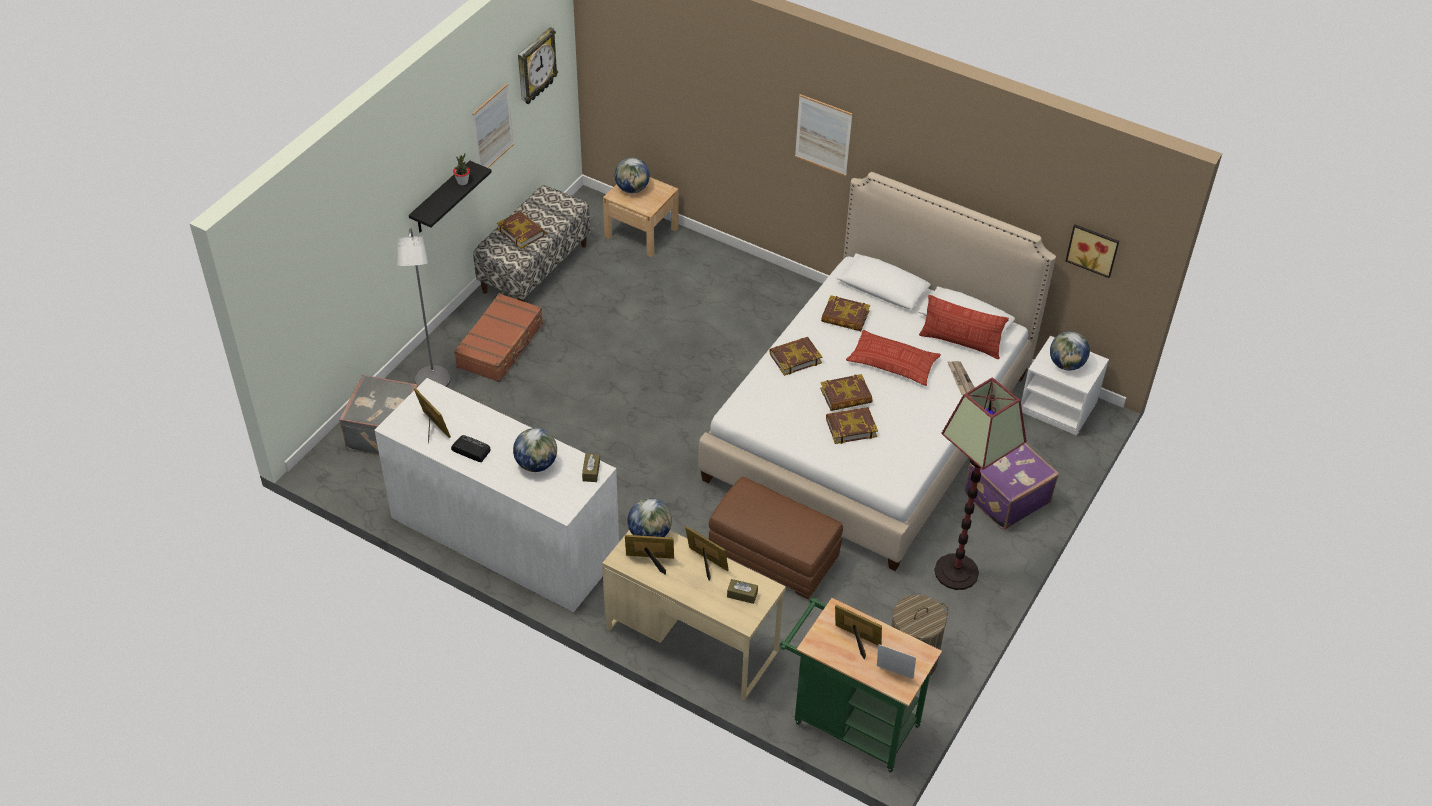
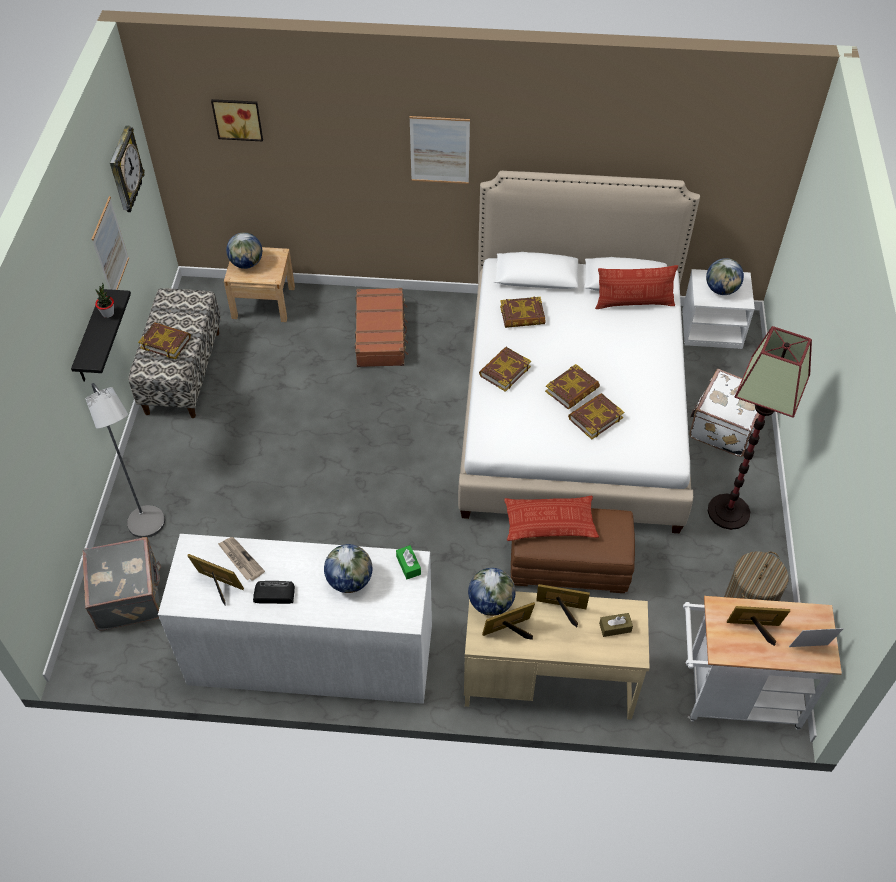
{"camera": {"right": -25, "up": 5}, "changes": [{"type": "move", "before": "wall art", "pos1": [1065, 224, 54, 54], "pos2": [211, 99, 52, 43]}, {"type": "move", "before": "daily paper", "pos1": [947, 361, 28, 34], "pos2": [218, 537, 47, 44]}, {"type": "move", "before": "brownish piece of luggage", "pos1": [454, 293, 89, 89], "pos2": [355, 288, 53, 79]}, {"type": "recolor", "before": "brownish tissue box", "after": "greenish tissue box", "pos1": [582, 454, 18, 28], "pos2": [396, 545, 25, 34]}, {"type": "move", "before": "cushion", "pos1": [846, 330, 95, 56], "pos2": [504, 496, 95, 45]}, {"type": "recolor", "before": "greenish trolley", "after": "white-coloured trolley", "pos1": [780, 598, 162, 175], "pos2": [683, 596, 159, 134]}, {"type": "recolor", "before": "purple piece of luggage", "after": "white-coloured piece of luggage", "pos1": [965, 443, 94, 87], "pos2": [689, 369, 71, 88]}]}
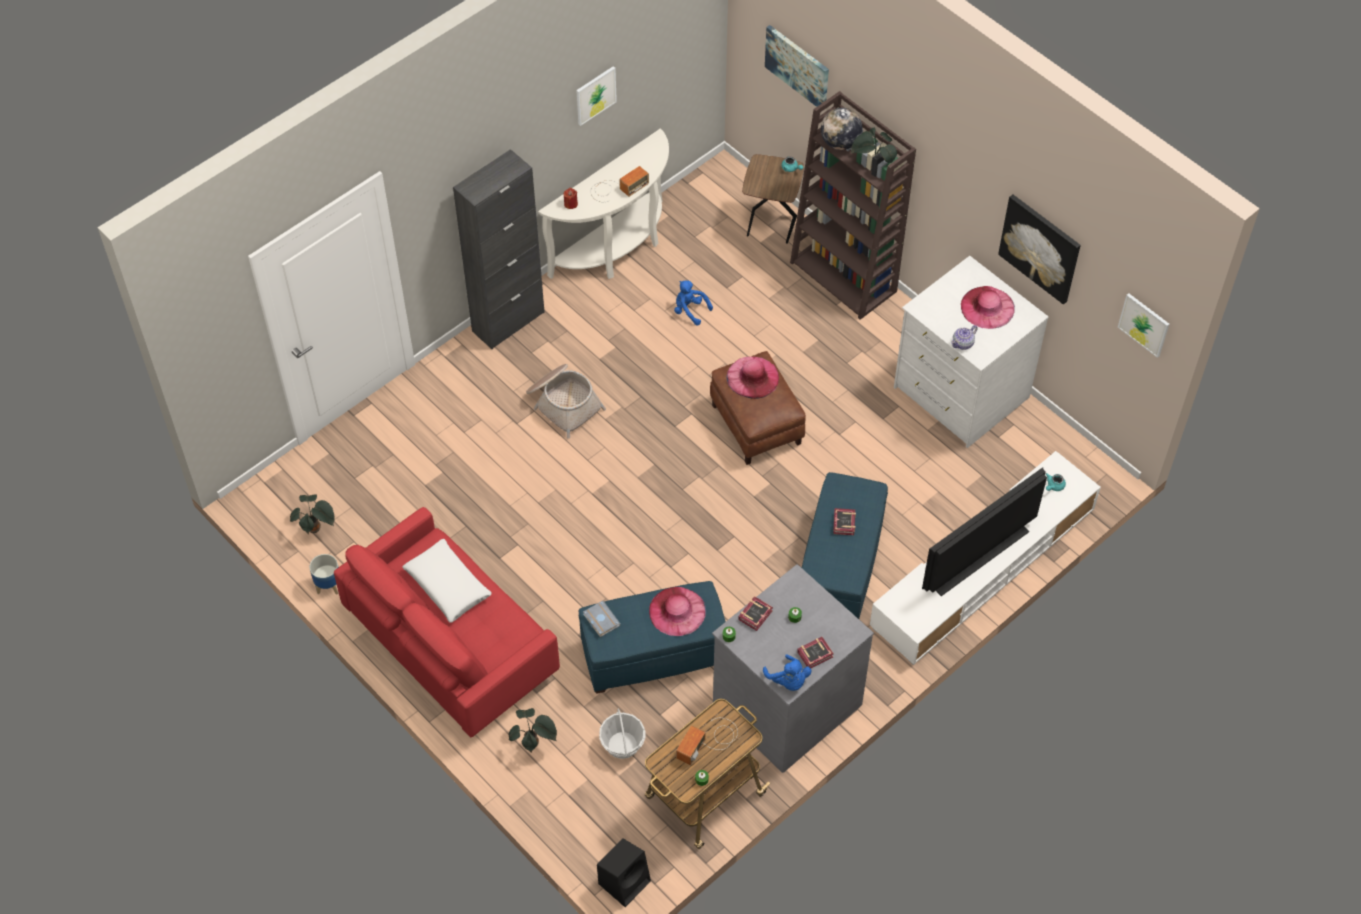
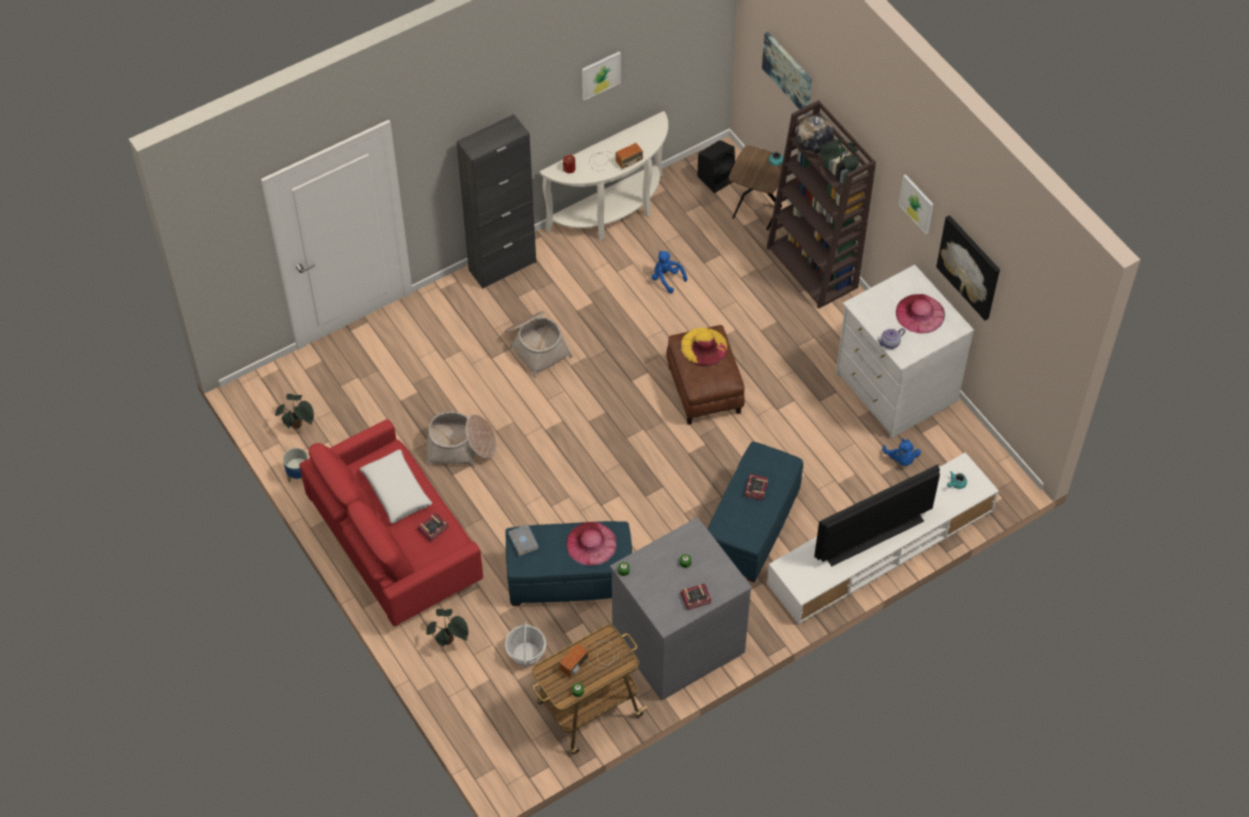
{"camera": {"right": 10, "up": 0}, "changes": [{"type": "move", "before": "bound book", "pos1": [738, 596, 35, 35], "pos2": [418, 513, 31, 28]}, {"type": "insert", "after": "household basket", "pos2": [426, 412, 70, 55]}, {"type": "recolor", "before": "pink wearable hat", "after": "yellow wearable hat", "pos1": [726, 357, 53, 42], "pos2": [680, 328, 48, 38]}, {"type": "move", "before": "black-coloured loudspeaker", "pos1": [597, 839, 54, 68], "pos2": [697, 140, 38, 53]}, {"type": "move", "before": "bluish soft toy", "pos1": [763, 654, 49, 37], "pos2": [882, 439, 39, 27]}, {"type": "move", "before": "wall art", "pos1": [1118, 293, 51, 65], "pos2": [899, 174, 34, 60]}]}
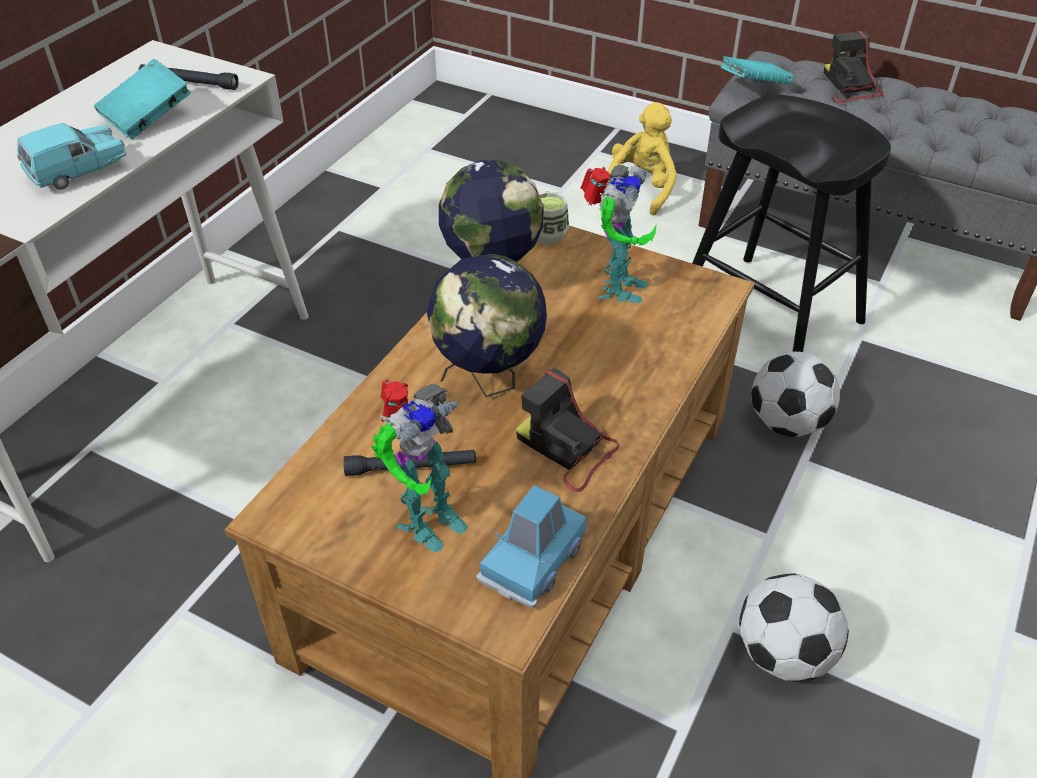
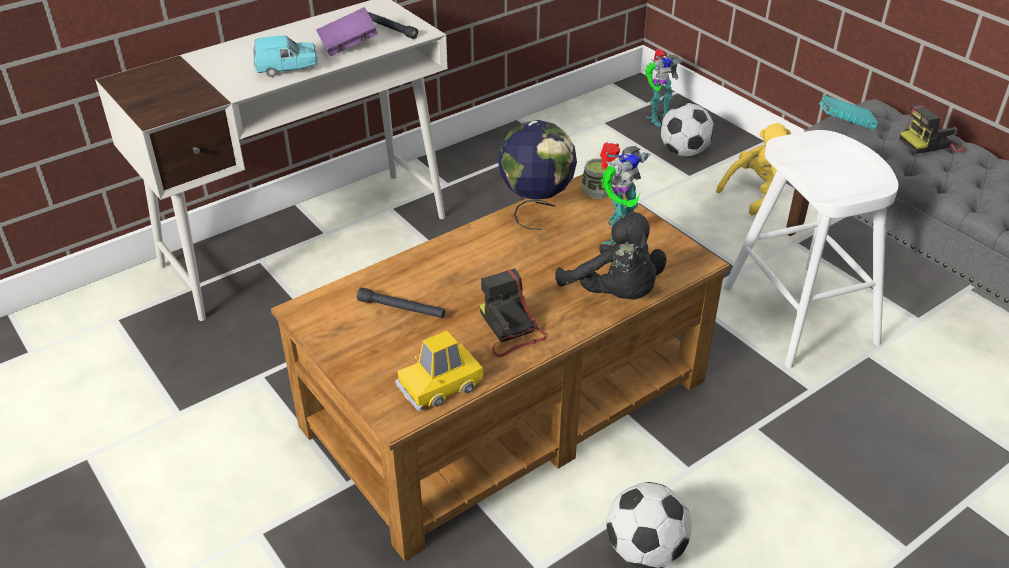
{"camera": {"right": 25, "up": -5}, "changes": [{"type": "recolor", "before": "turquoise bound book", "after": "purple bound book", "pos1": [94, 59, 97, 80], "pos2": [316, 7, 62, 49]}, {"type": "recolor", "before": "bluish model car", "after": "yellow model car", "pos1": [476, 485, 111, 123], "pos2": [395, 331, 88, 80]}, {"type": "insert", "after": "black-coloured soft toy", "pos2": [555, 211, 112, 89]}, {"type": "move", "before": "robot figure", "pos1": [371, 379, 97, 173], "pos2": [645, 49, 37, 77]}, {"type": "move", "before": "football", "pos1": [751, 351, 89, 86], "pos2": [660, 103, 54, 54]}, {"type": "recolor", "before": "black-coloured stool", "after": "white-coloured stool", "pos1": [692, 95, 199, 257], "pos2": [724, 130, 174, 238]}, {"type": "rotate", "before": "photo camera", "pos1": [824, 31, 59, 72], "pos2": [899, 105, 67, 49], "turn": -120}, {"type": "delete", "before": "world globe", "pos1": [427, 254, 120, 143]}]}
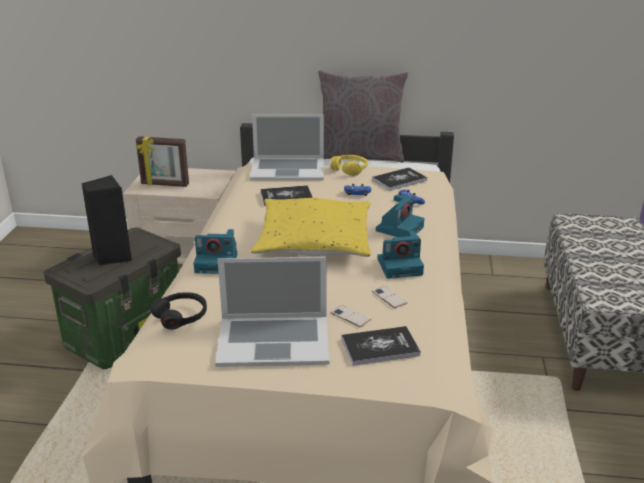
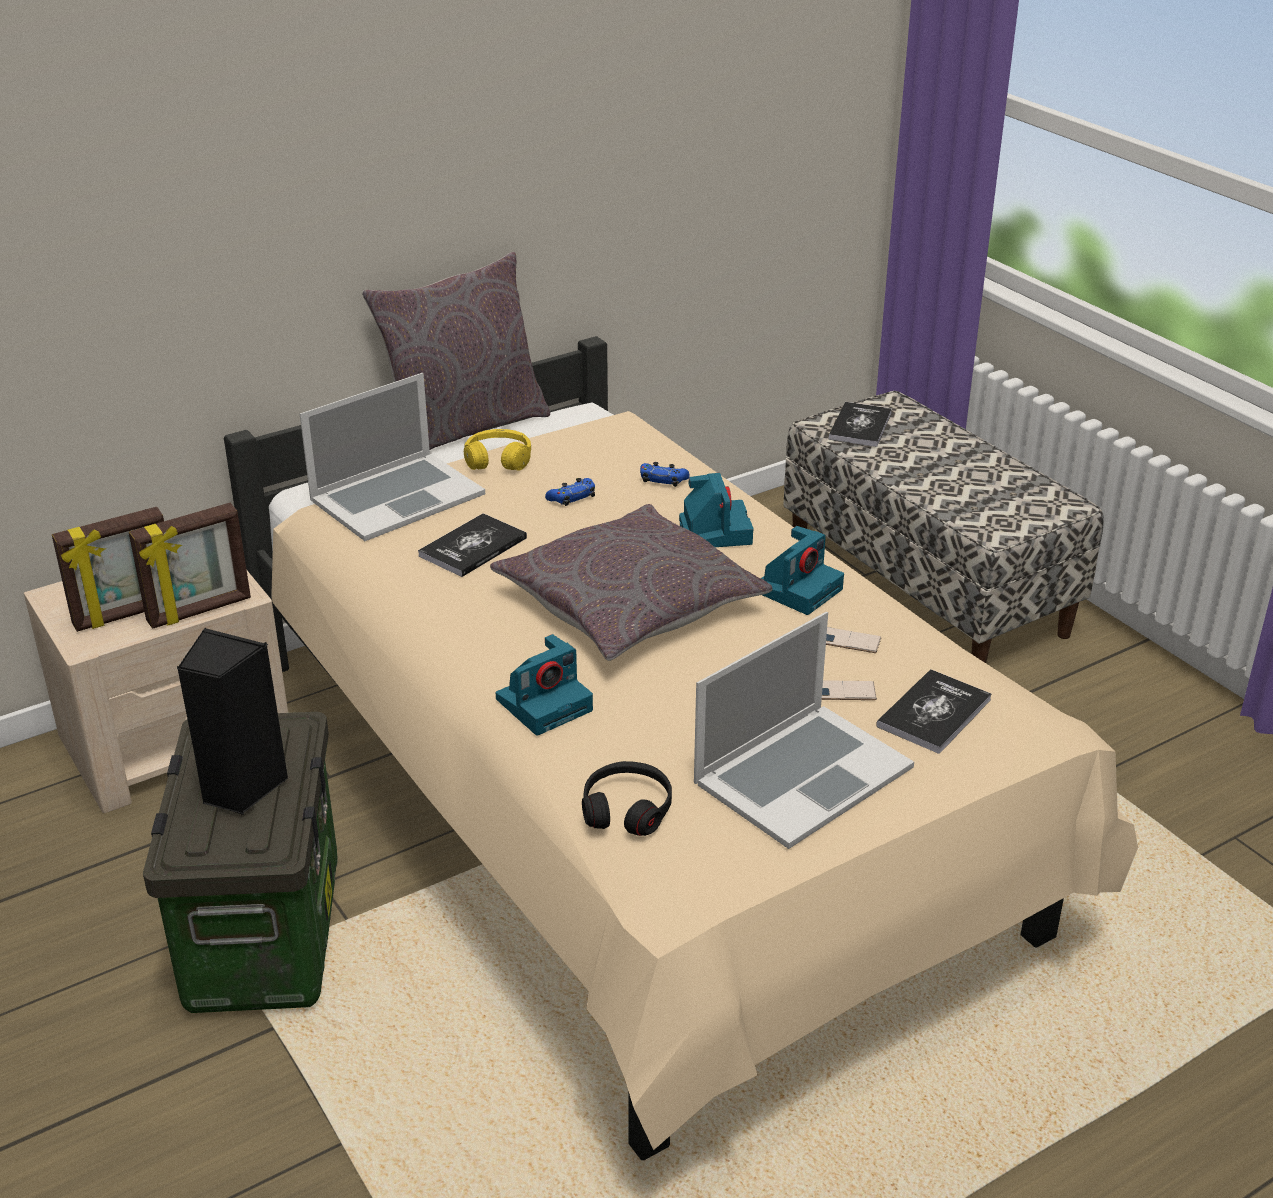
{"camera": {"right": -40, "up": 5}, "changes": [{"type": "insert", "after": "photo frame", "pos2": [129, 503, 122, 126]}, {"type": "recolor", "before": "yellow cushion", "after": "grey cushion", "pos1": [251, 198, 120, 59], "pos2": [490, 504, 283, 157]}, {"type": "move", "before": "bound book", "pos1": [372, 168, 55, 23], "pos2": [828, 402, 64, 45]}]}
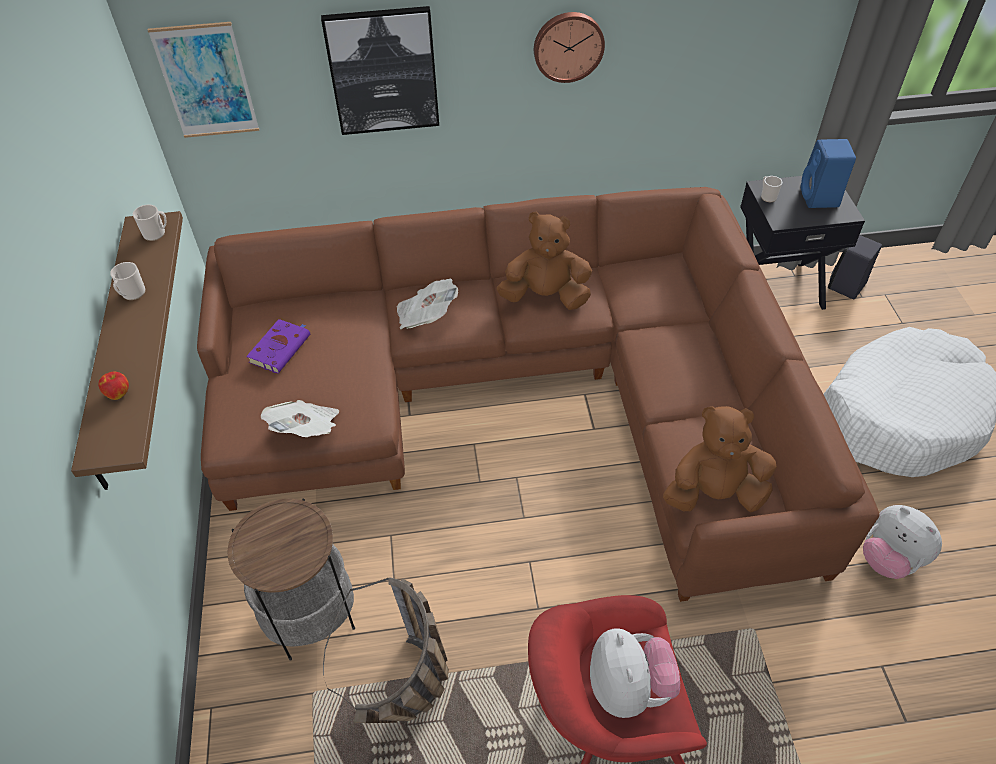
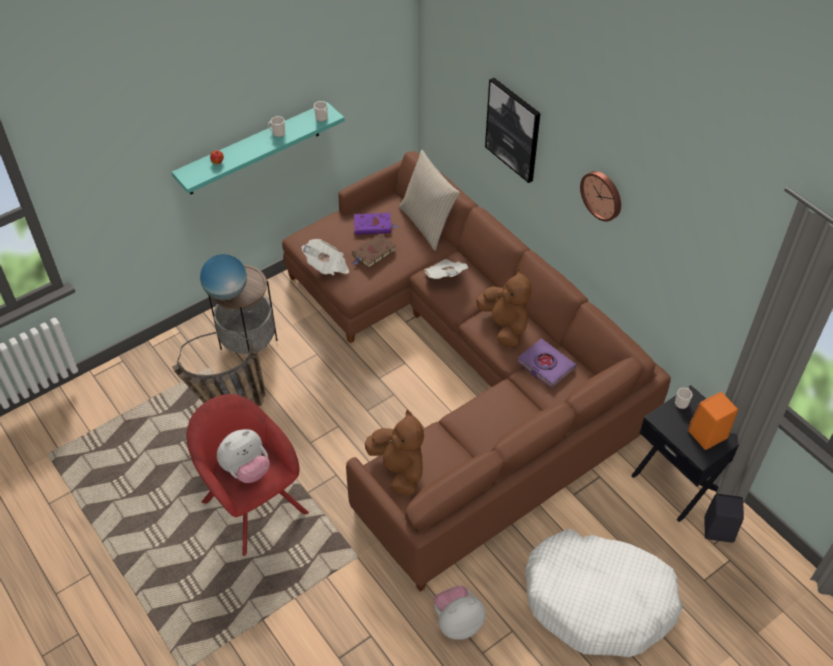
{"camera": {"right": 60, "up": 0}, "changes": [{"type": "recolor", "before": "brownish shelf", "after": "turquoise shelf", "pos1": [71, 211, 112, 279], "pos2": [172, 102, 173, 93]}, {"type": "insert", "after": "world globe", "pos2": [200, 254, 47, 46]}, {"type": "insert", "after": "brownish bound book", "pos2": [352, 234, 44, 34]}, {"type": "insert", "after": "sand-coloured cushion", "pos2": [399, 150, 61, 101]}, {"type": "rotate", "before": "soft toy", "pos1": [863, 505, 79, 74], "pos2": [434, 585, 52, 55], "turn": 45}, {"type": "insert", "after": "purple bound book", "pos2": [517, 338, 59, 50]}, {"type": "recolor", "before": "bluish loudspeaker", "after": "orange-coloured loudspeaker", "pos1": [800, 139, 56, 69], "pos2": [688, 392, 50, 58]}, {"type": "delete", "before": "wall art", "pos1": [148, 22, 111, 116]}]}
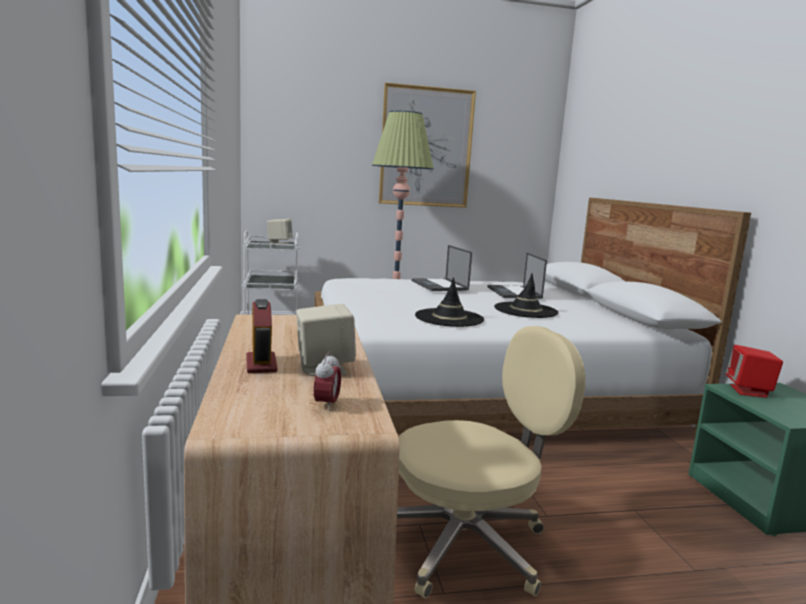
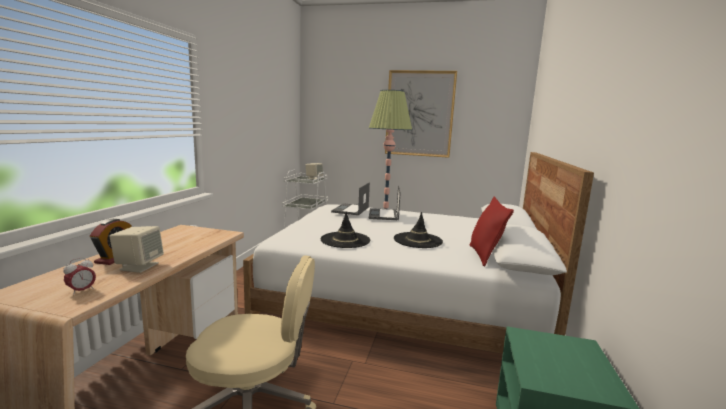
{"camera": {"right": 25, "up": 0}, "changes": [{"type": "move", "before": "portable computer", "pos1": [488, 253, 59, 46], "pos2": [331, 183, 39, 32]}, {"type": "insert", "after": "reddish cushion", "pos2": [470, 197, 44, 70]}, {"type": "delete", "before": "reddish loudspeaker", "pos1": [726, 345, 57, 53]}]}
